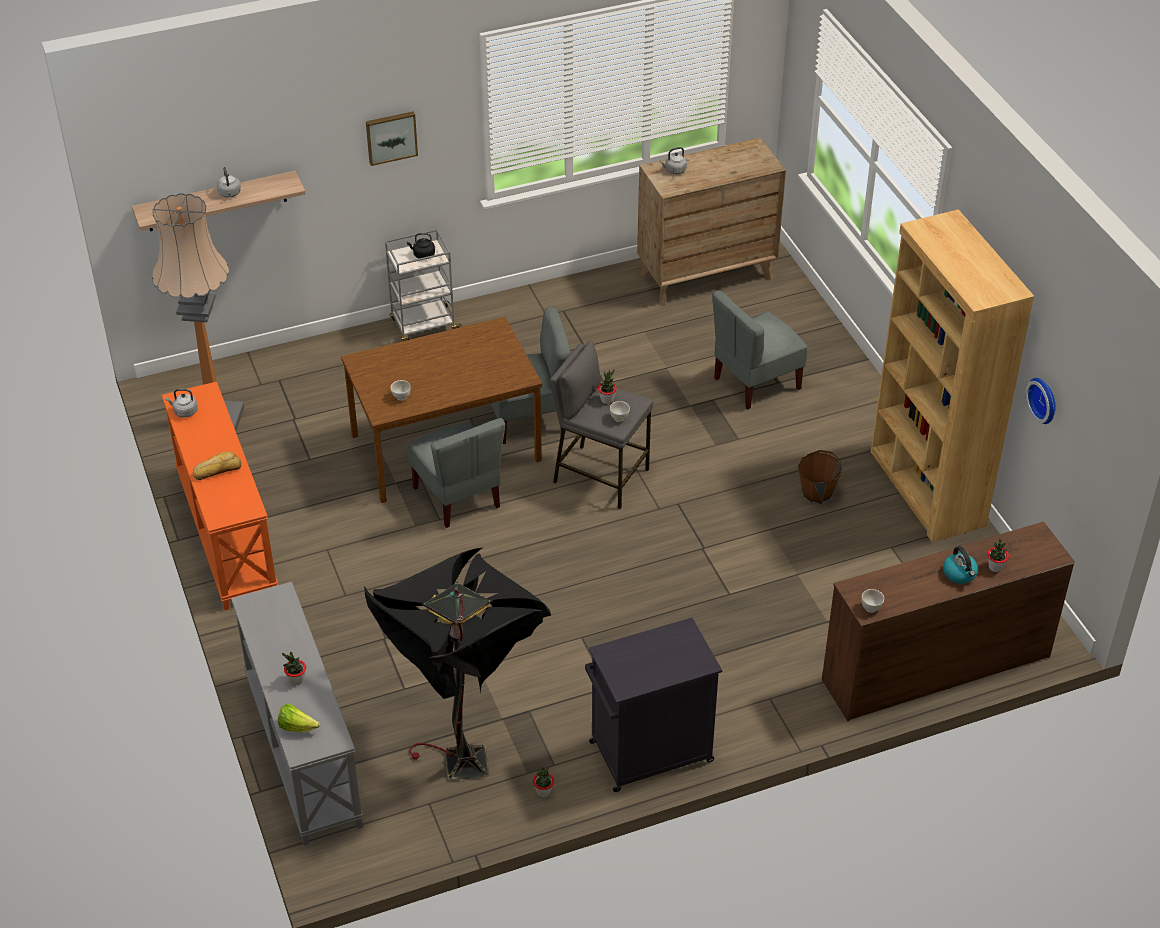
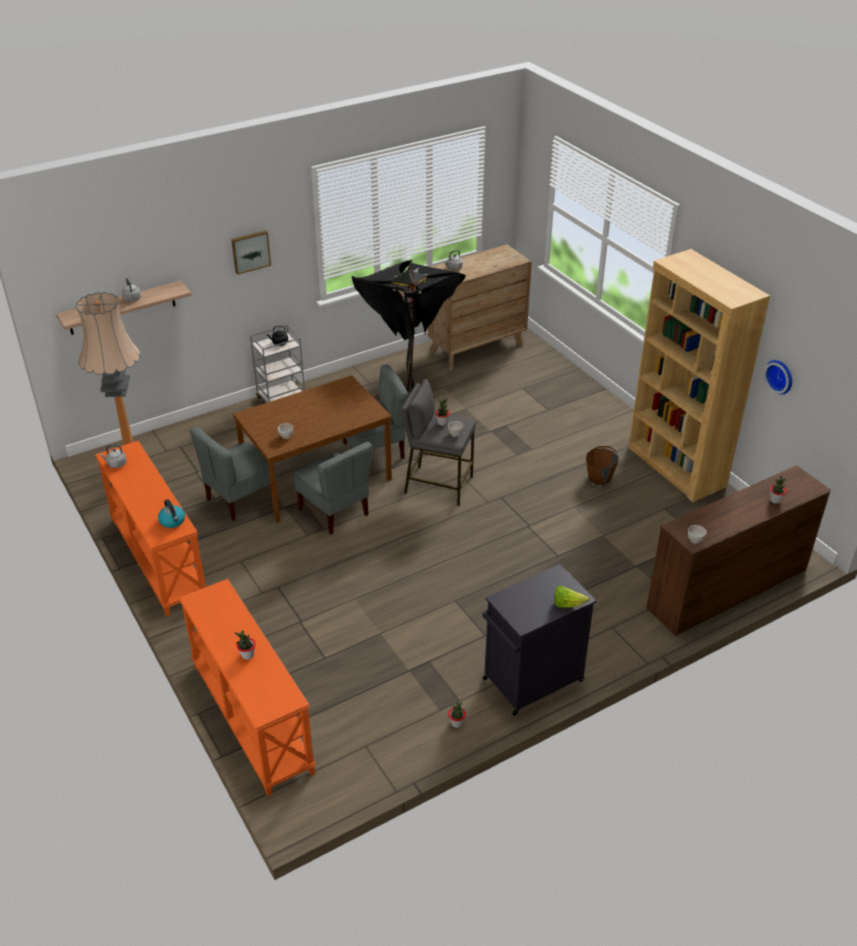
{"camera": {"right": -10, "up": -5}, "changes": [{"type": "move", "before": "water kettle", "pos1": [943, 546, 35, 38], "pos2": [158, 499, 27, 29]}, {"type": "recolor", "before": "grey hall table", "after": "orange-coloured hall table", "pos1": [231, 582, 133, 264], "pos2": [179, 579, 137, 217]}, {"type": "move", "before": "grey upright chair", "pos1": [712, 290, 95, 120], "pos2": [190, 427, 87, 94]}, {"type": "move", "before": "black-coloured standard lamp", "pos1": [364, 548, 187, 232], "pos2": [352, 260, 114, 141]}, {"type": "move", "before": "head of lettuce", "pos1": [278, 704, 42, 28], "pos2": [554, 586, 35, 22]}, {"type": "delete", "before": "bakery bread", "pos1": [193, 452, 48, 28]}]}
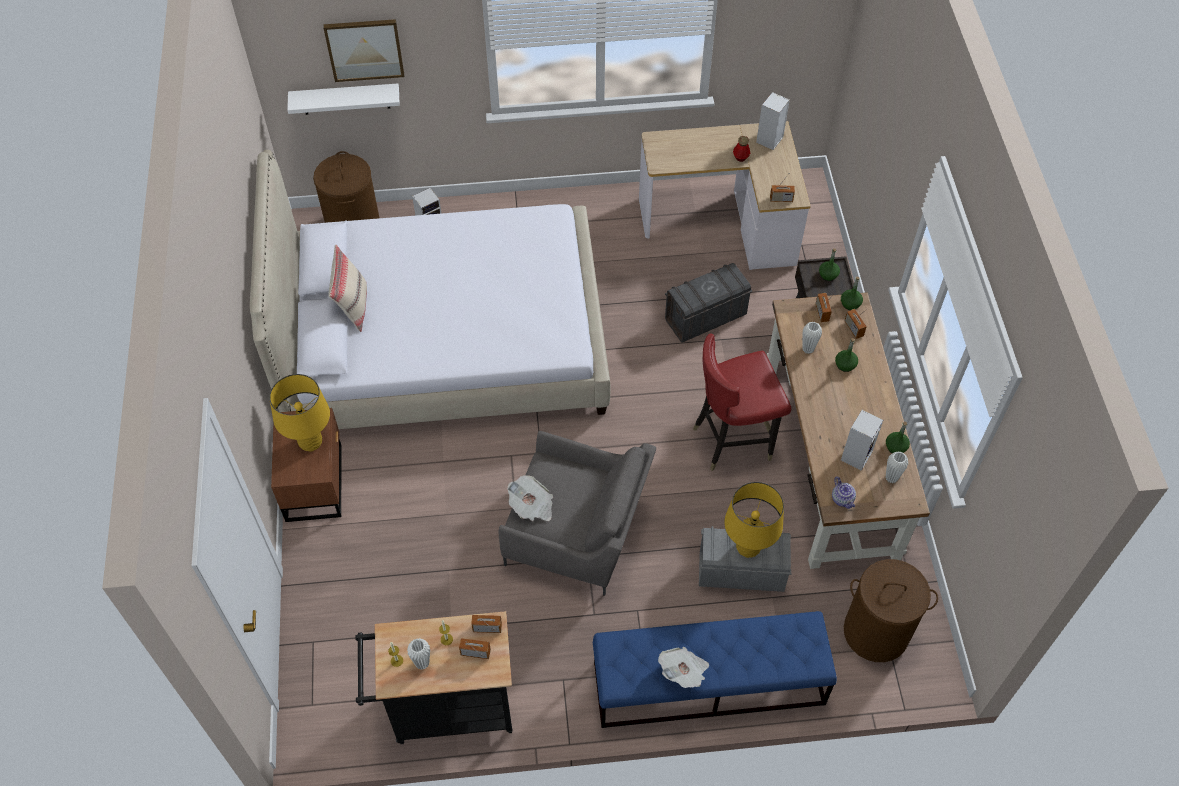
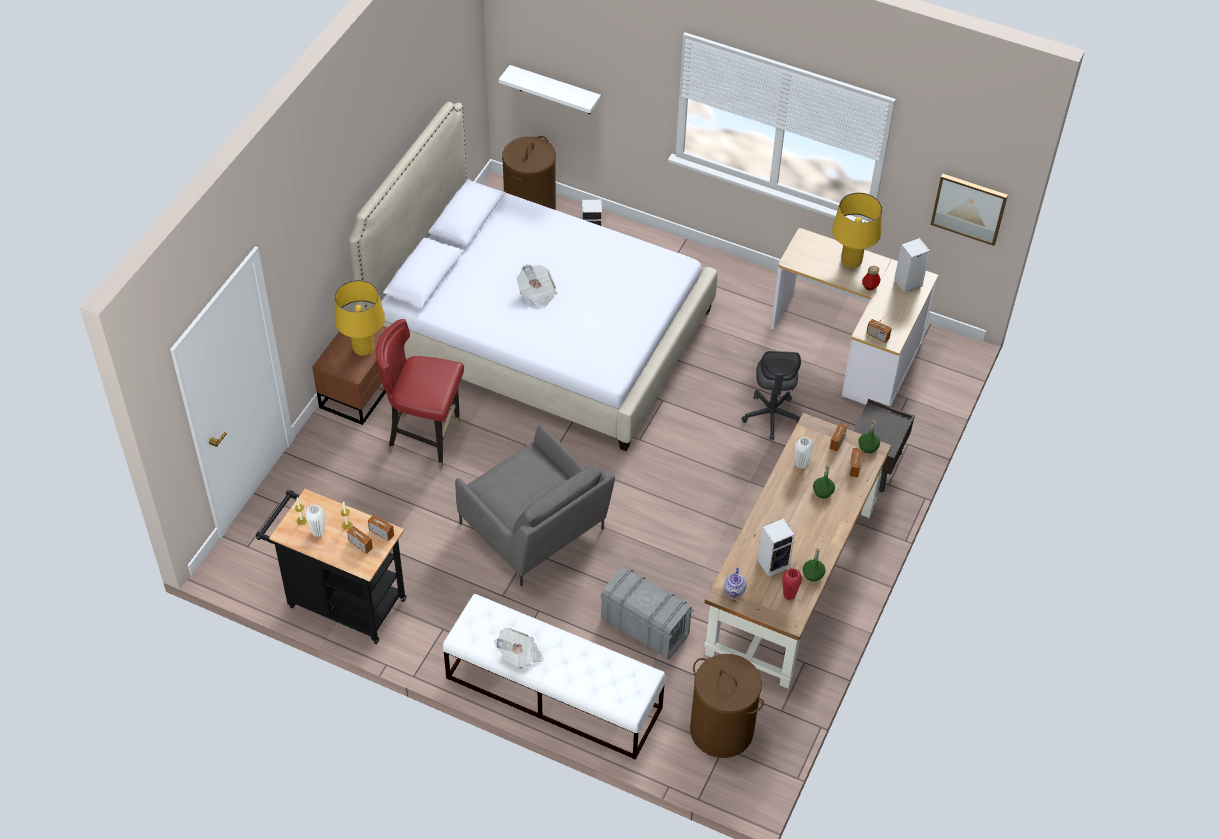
{"camera": {"right": 30, "up": -5}, "changes": [{"type": "move", "before": "reddish upright chair", "pos1": [693, 333, 98, 138], "pos2": [376, 319, 88, 150]}, {"type": "recolor", "before": "bluish indoor bench", "after": "white-coloured indoor bench", "pos1": [593, 611, 244, 117], "pos2": [442, 594, 224, 166]}, {"type": "move", "before": "daily paper", "pos1": [507, 475, 46, 46], "pos2": [517, 264, 40, 44]}, {"type": "replace", "before": "grey storage container", "after": "grey desk chair", "pos1": [665, 263, 88, 80], "pos2": [742, 351, 59, 89]}, {"type": "recolor", "before": "white-coloured decorative vase", "after": "reddish decorative vase", "pos1": [886, 451, 22, 32], "pos2": [782, 568, 20, 32]}, {"type": "move", "before": "yellow table lamp", "pos1": [724, 482, 60, 76], "pos2": [832, 192, 50, 77]}, {"type": "move", "before": "wall art", "pos1": [323, 19, 81, 63], "pos2": [931, 173, 77, 73]}, {"type": "delete", "before": "sand-coloured cushion", "pos1": [328, 244, 39, 88]}, {"type": "delete", "before": "greenish bottle", "pos1": [819, 248, 21, 33]}]}
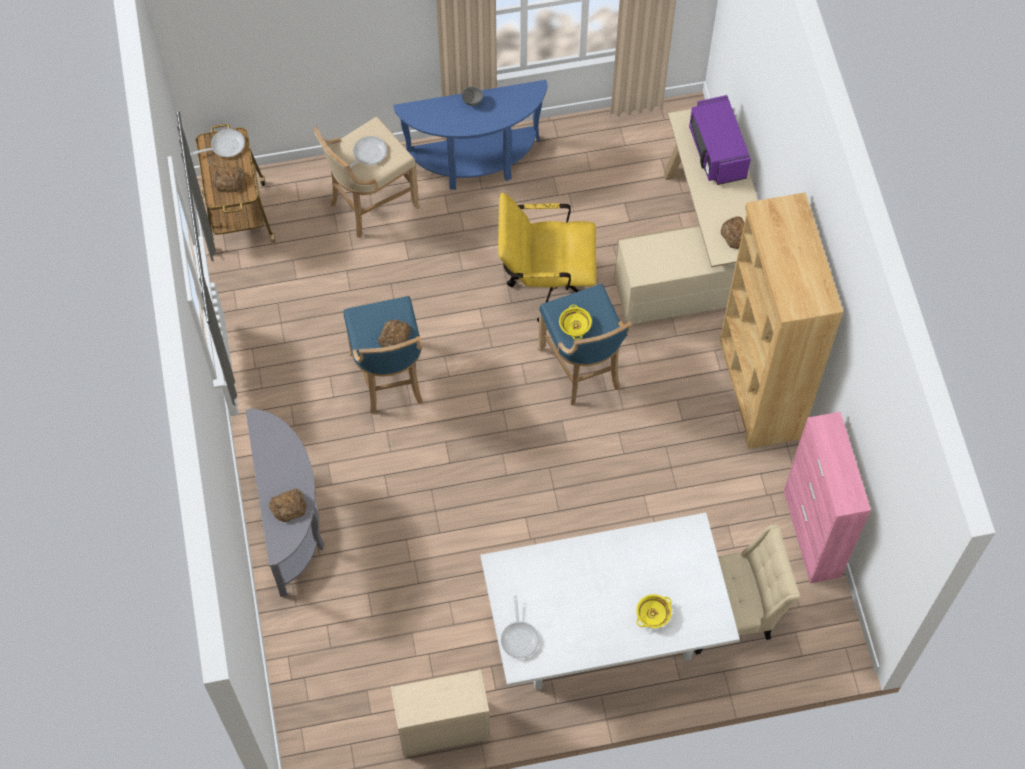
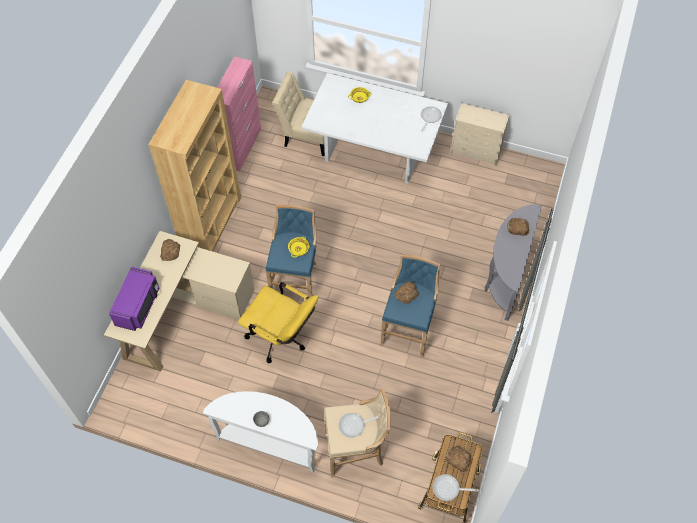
{"camera": {"right": -150, "up": -5}, "changes": [{"type": "recolor", "before": "bluish hall table", "after": "white-coloured hall table", "pos1": [393, 80, 155, 110], "pos2": [203, 391, 115, 82]}]}
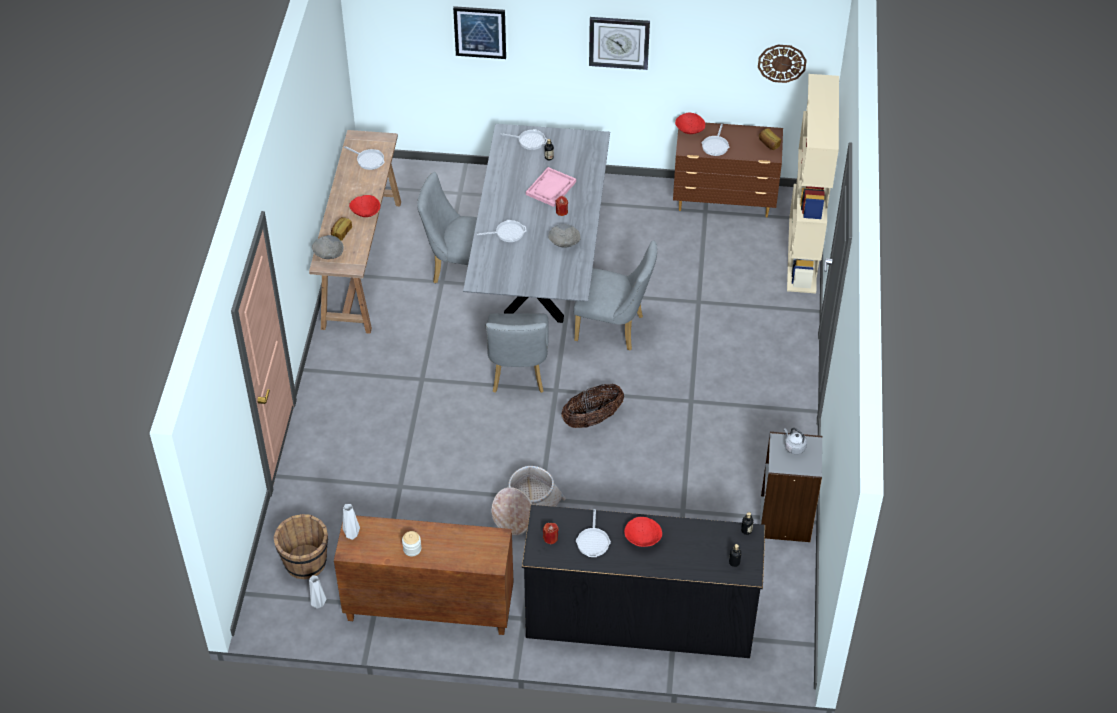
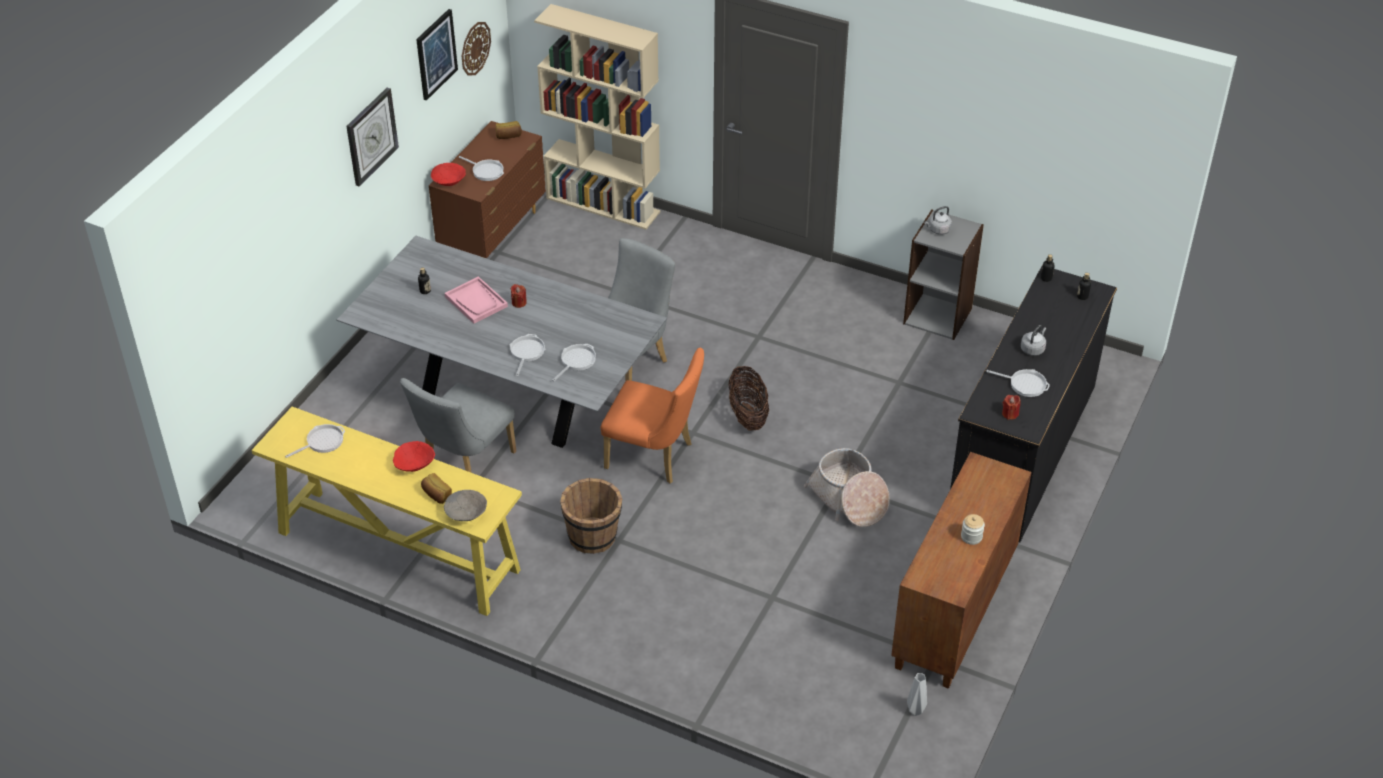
{"camera": {"right": -70, "up": -5}, "changes": [{"type": "recolor", "before": "brownish hall table", "after": "yellow hall table", "pos1": [309, 130, 92, 204], "pos2": [252, 407, 270, 209]}, {"type": "move", "before": "wall art", "pos1": [453, 6, 53, 53], "pos2": [416, 9, 42, 92]}, {"type": "move", "before": "frying pan", "pos1": [501, 129, 46, 21], "pos2": [552, 344, 44, 38]}, {"type": "move", "before": "brownish bucket", "pos1": [274, 514, 54, 65], "pos2": [560, 478, 62, 76]}, {"type": "recolor", "before": "grey upright chair", "after": "orange-coloured upright chair", "pos1": [486, 313, 63, 80], "pos2": [601, 348, 103, 136]}, {"type": "replace", "before": "reddish bowl", "after": "grey water kettle", "pos1": [624, 517, 38, 30], "pos2": [1021, 325, 25, 31]}, {"type": "delete", "before": "grey decorative vase", "pos1": [343, 504, 17, 36]}, {"type": "delete", "before": "grey bowl", "pos1": [548, 224, 33, 24]}]}
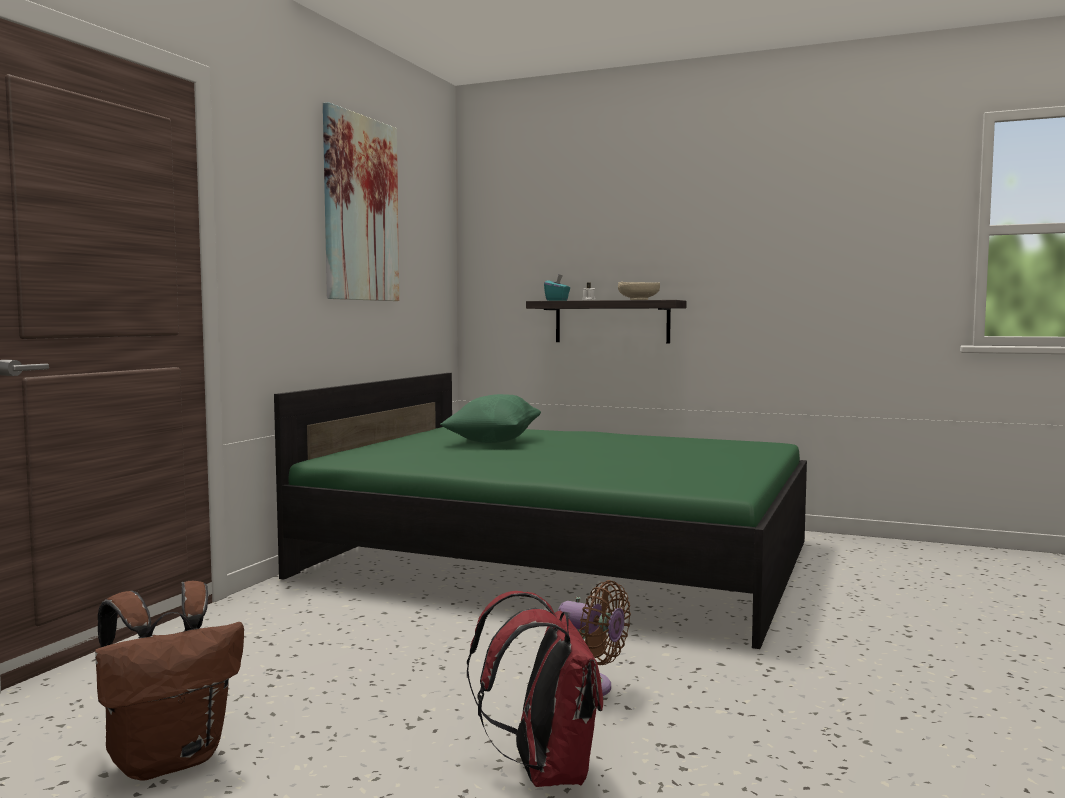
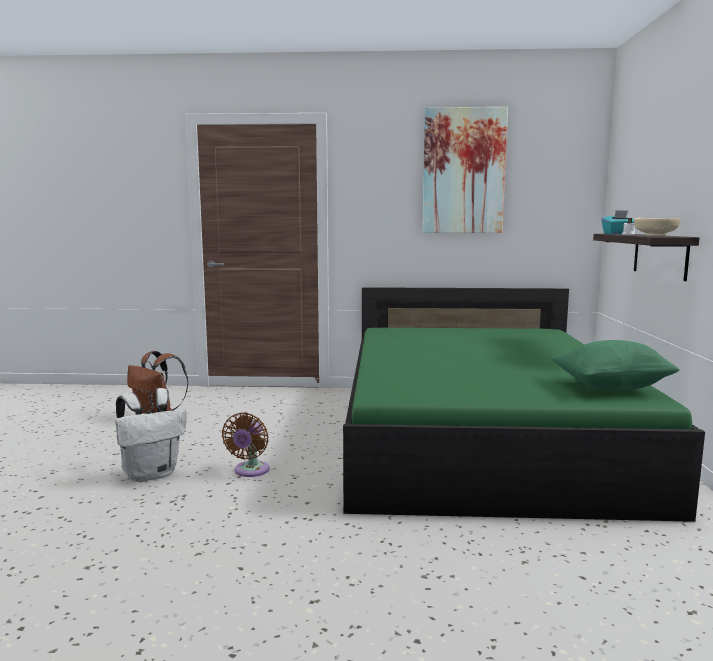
{"camera": {"right": 70, "up": 5}, "changes": [{"type": "recolor", "before": "reddish knapsack", "after": "white-coloured knapsack", "pos1": [467, 591, 136, 196], "pos2": [115, 388, 71, 94]}, {"type": "move", "before": "greenish cushion", "pos1": [440, 394, 101, 49], "pos2": [551, 340, 129, 51]}]}
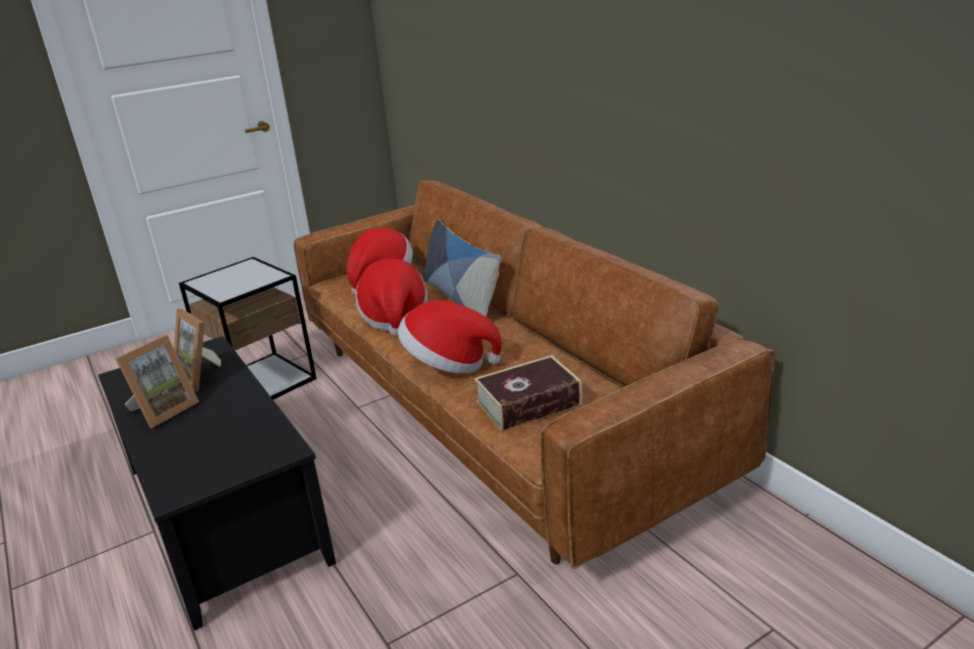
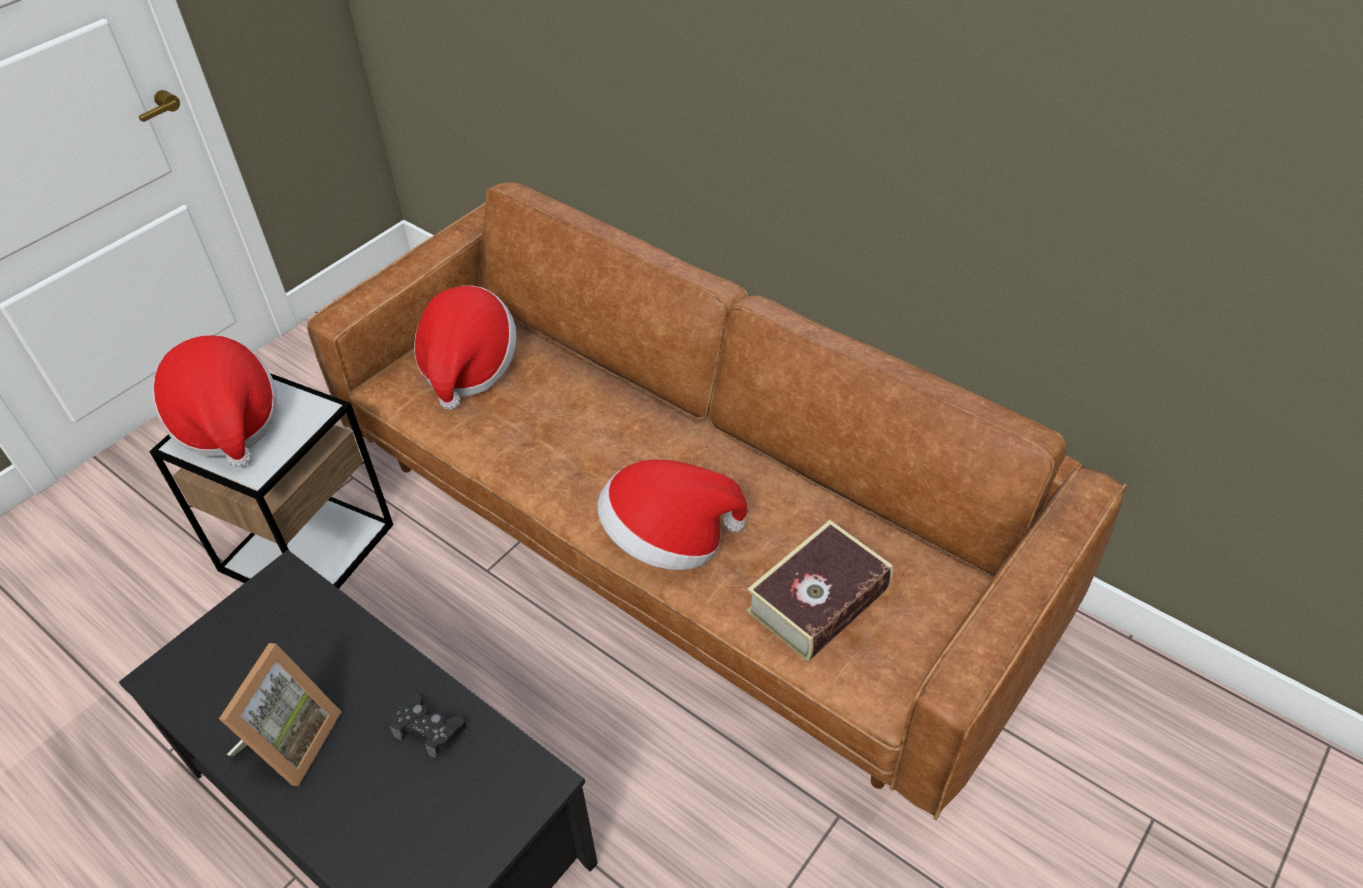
{"camera": {"right": -20, "up": 20}, "changes": [{"type": "move", "before": "wearable hat", "pos1": [356, 259, 72, 77], "pos2": [153, 335, 124, 133]}, {"type": "insert", "after": "black-coloured gamepad", "pos2": [390, 695, 76, 63]}, {"type": "delete", "before": "photo frame", "pos1": [174, 309, 47, 83]}, {"type": "delete", "before": "cushion", "pos1": [422, 219, 79, 98]}]}
